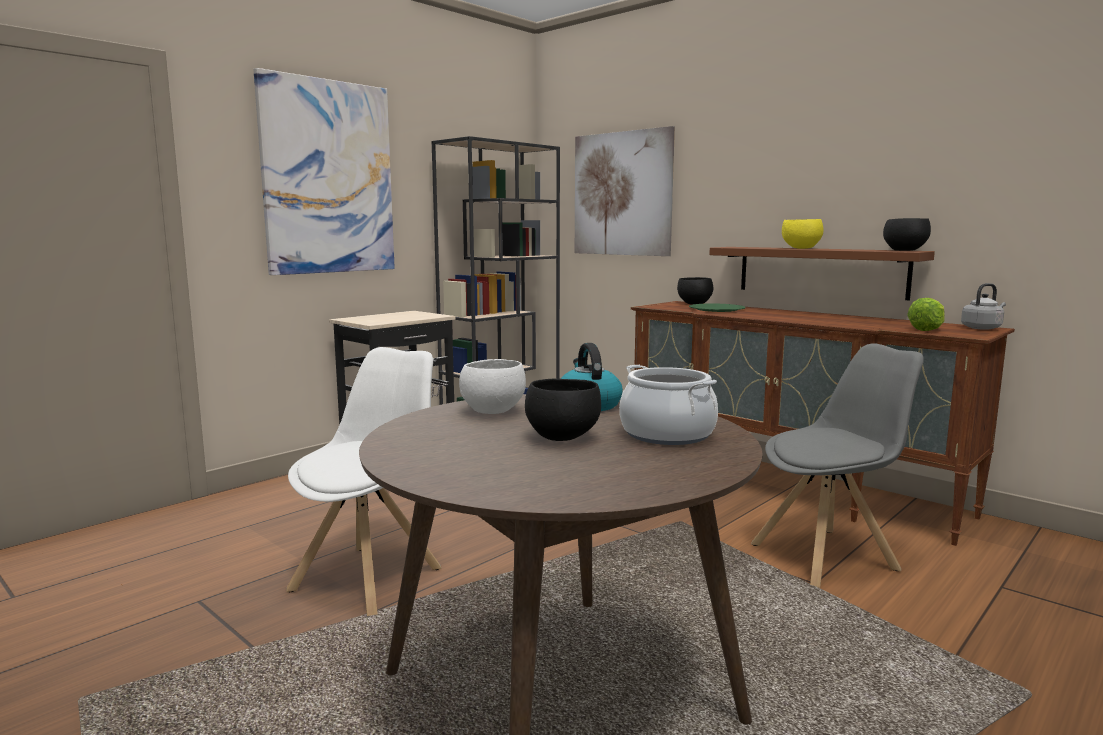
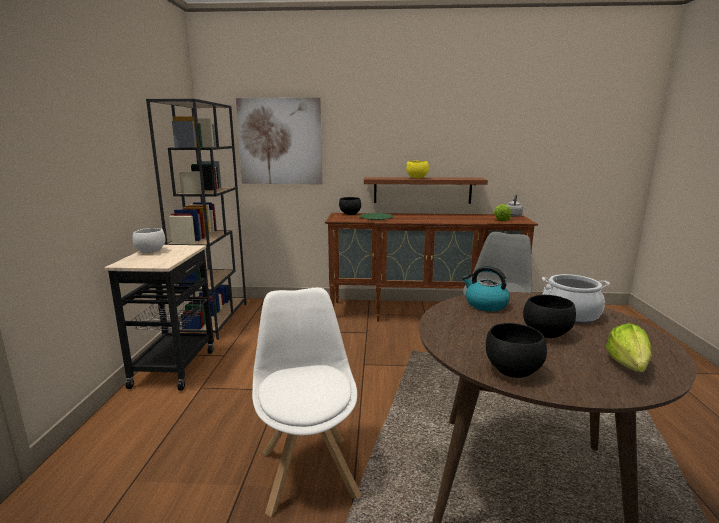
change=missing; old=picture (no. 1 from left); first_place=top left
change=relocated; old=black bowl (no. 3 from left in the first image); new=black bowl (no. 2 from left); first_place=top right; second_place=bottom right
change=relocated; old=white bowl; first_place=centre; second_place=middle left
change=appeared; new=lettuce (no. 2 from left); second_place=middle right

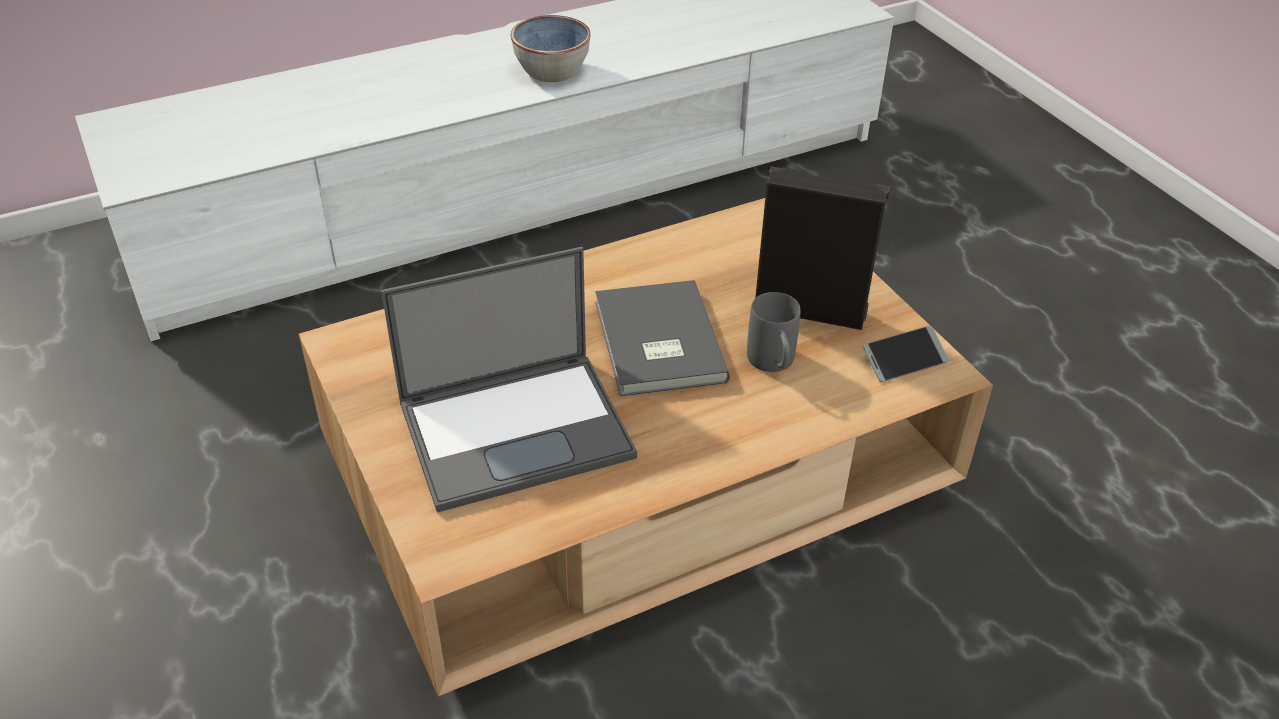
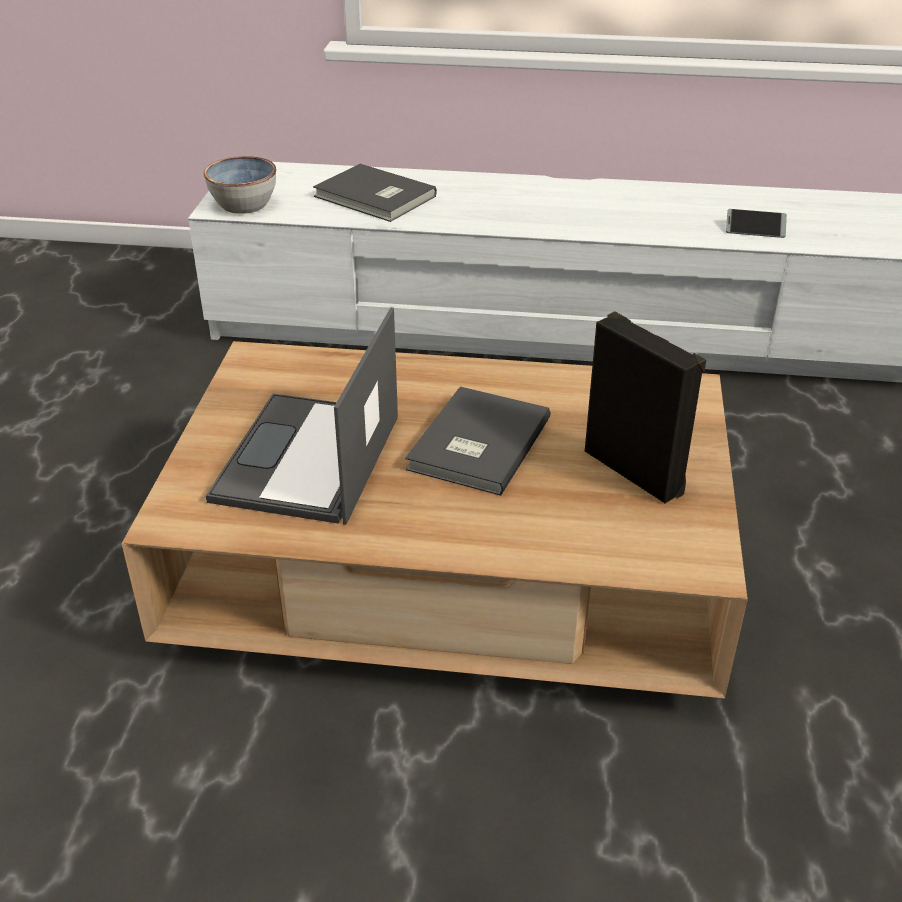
change=relocated; old=bowl; first_place=top centre; second_place=top left
change=spun; old=laptop; first_place=centre; second_place=centre; degrees=90
change=missing; old=grey mug; first_place=centre
change=relocated; old=phone; first_place=middle right; second_place=top right
change=appeared; new=grey book (no. 1 from left); second_place=top centre

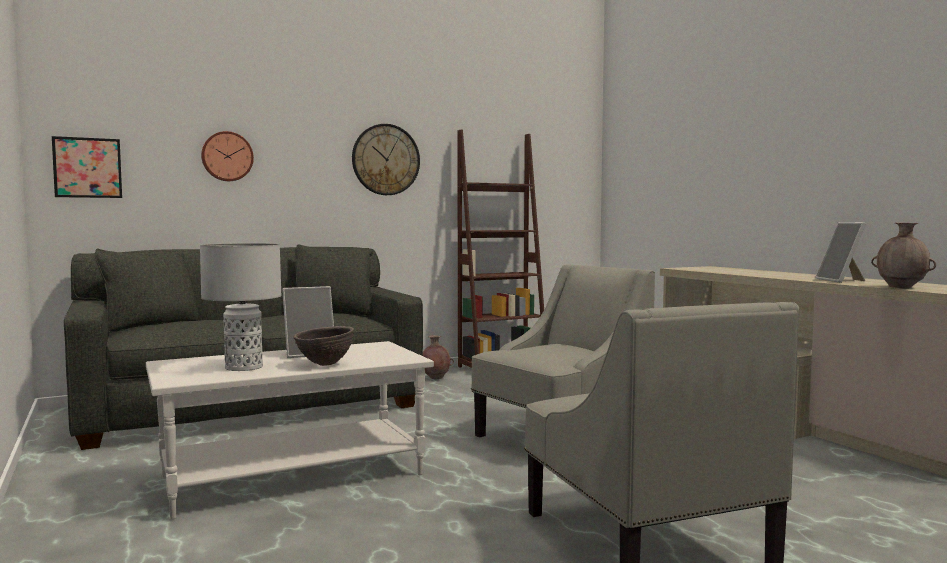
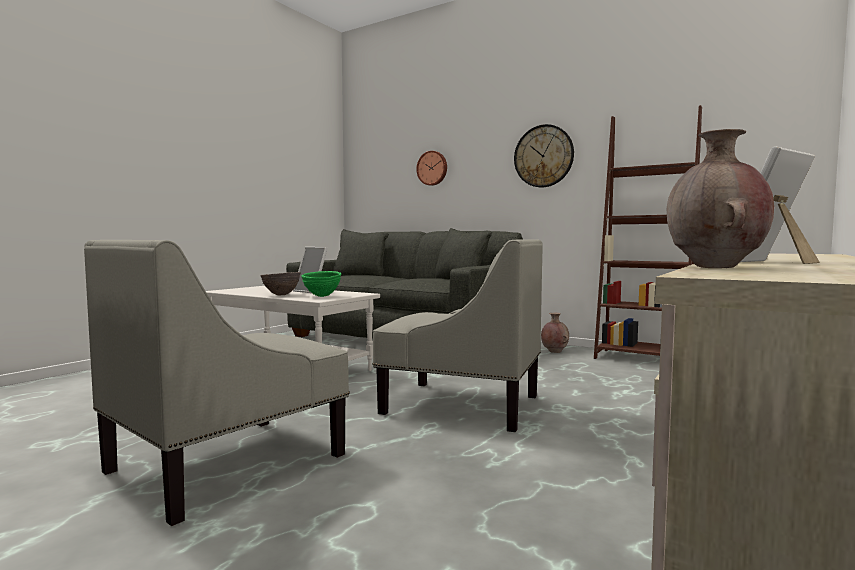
change=missing; old=picture; first_place=top left
change=missing; old=white table lamp; first_place=middle left
change=appeared; new=green bowl; second_place=centre

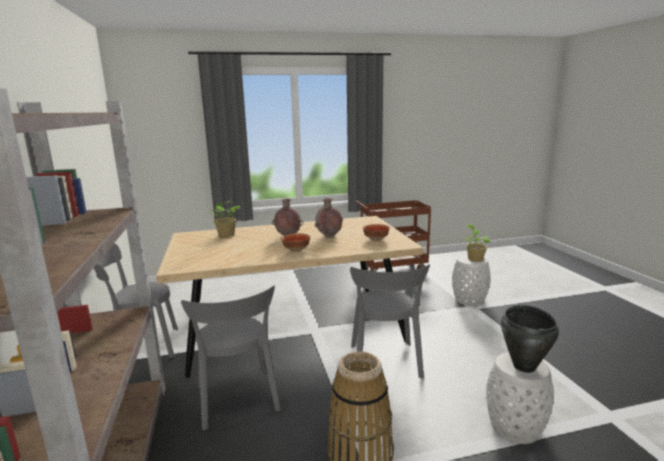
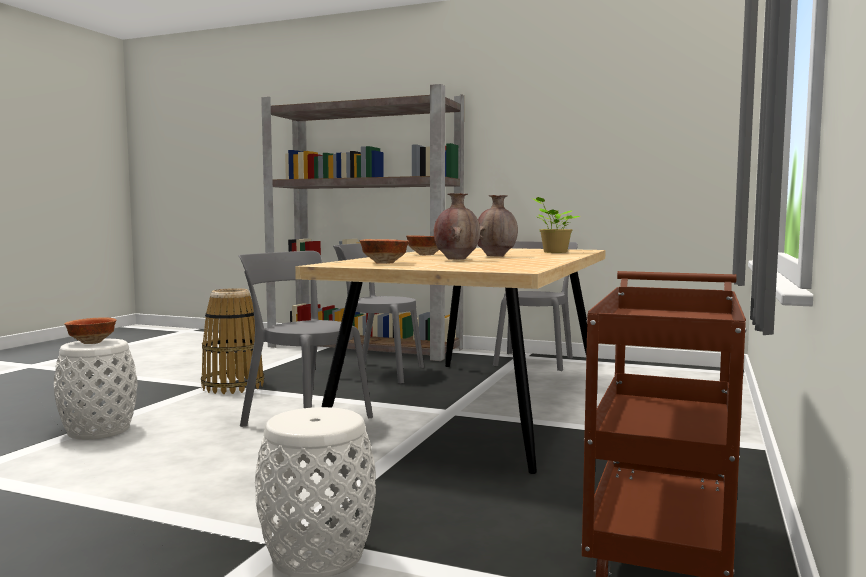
change=missing; old=potted plant (no. 2 from left); first_place=middle right
change=exchanged; old=black cooking pot; new=bowl (no. 1 from left); first_place=bottom right; second_place=middle left

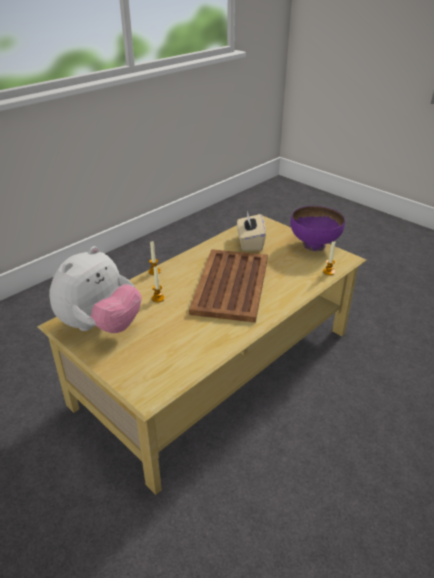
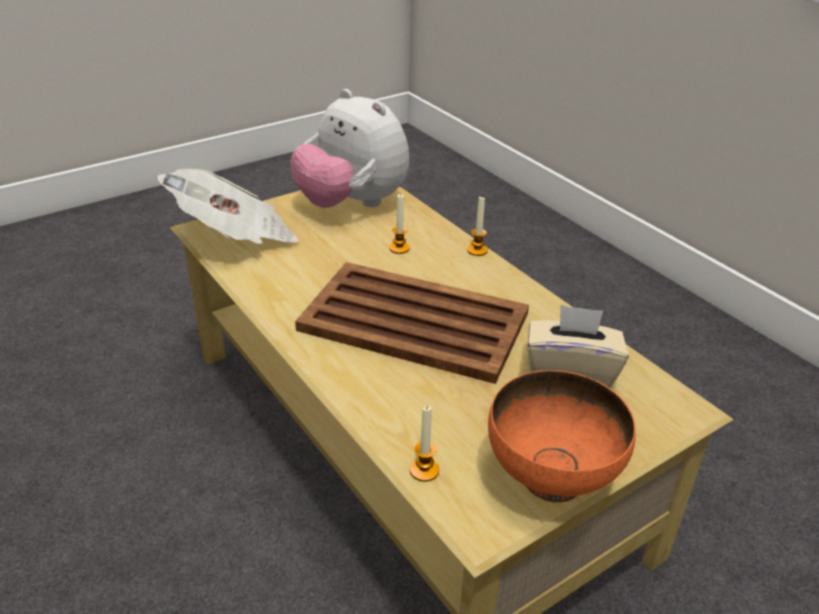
change=colour; old=purple bowl; new=orange bowl; first_place=middle right; second_place=bottom right
change=appeared; new=newspaper; second_place=middle left

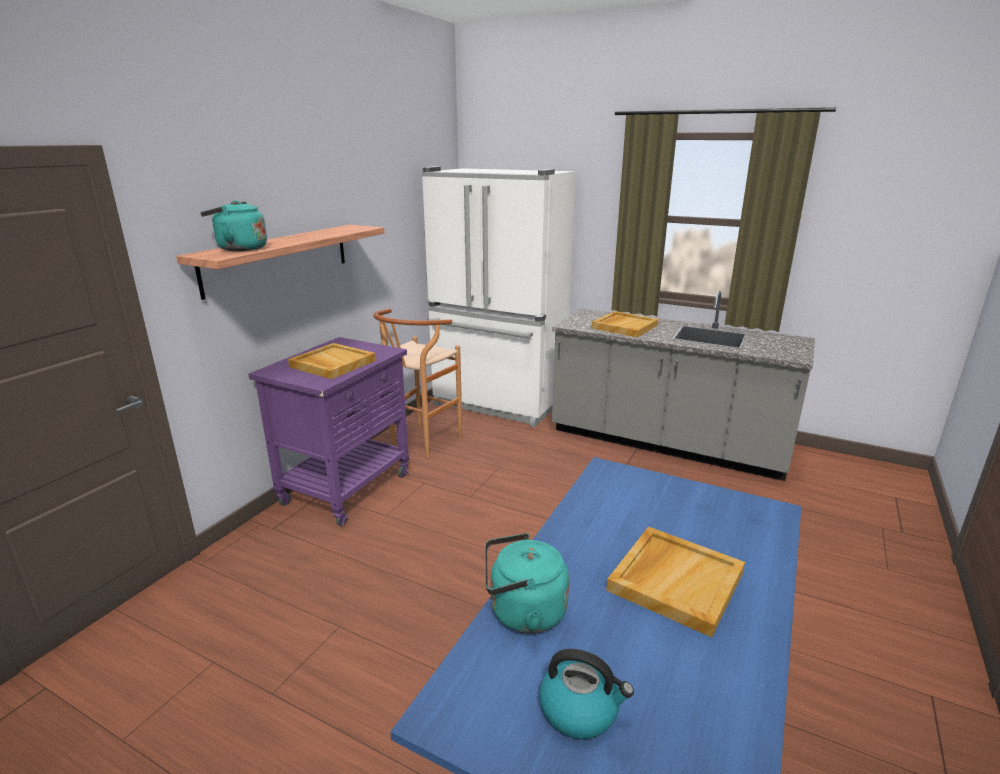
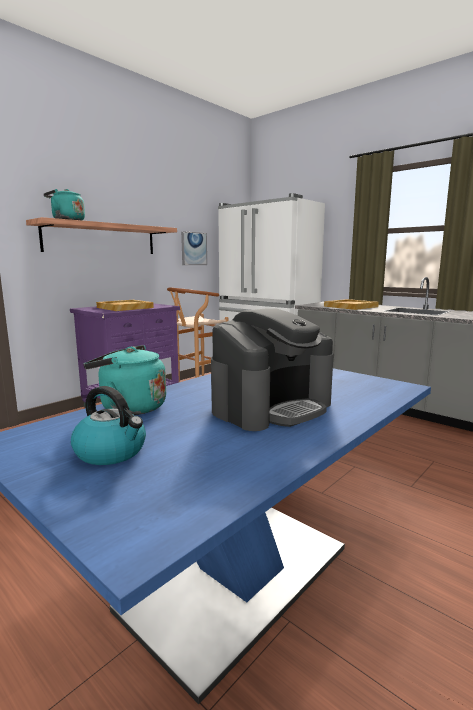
change=exchanged; old=beige tray (no. 3 from left); new=coffee machine; first_place=bottom right; second_place=centre
change=appeared; new=picture; second_place=centre

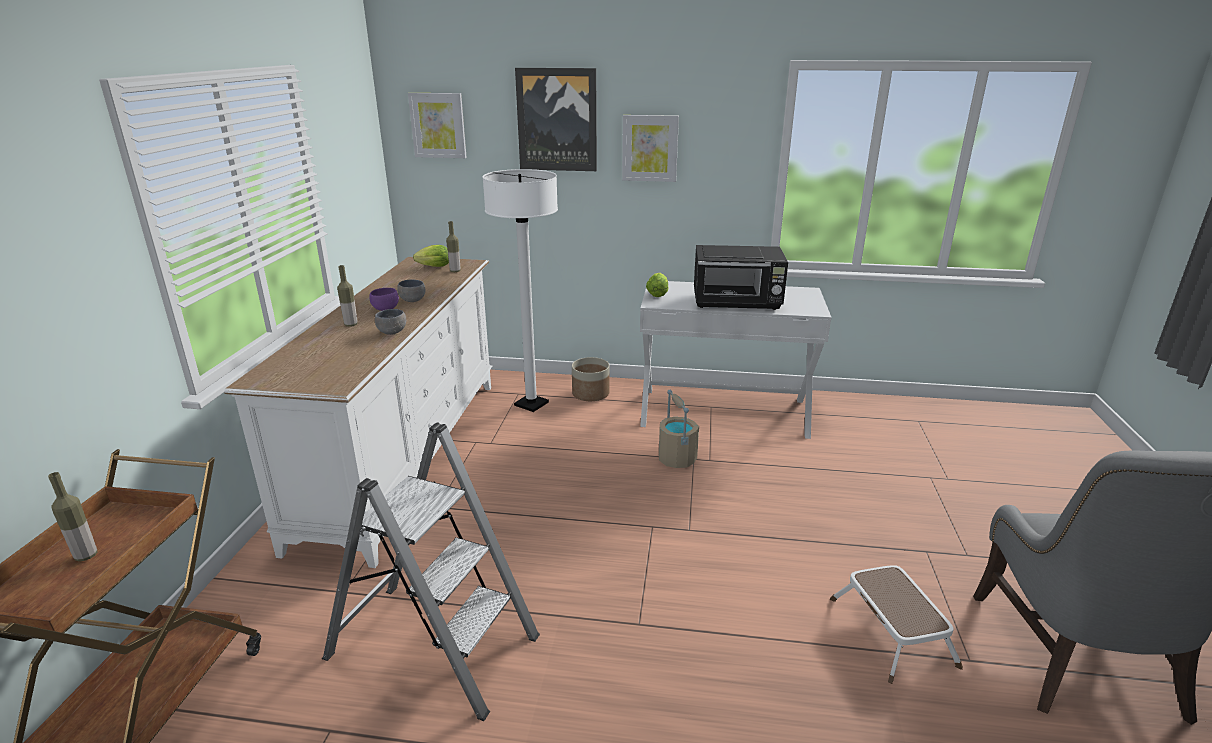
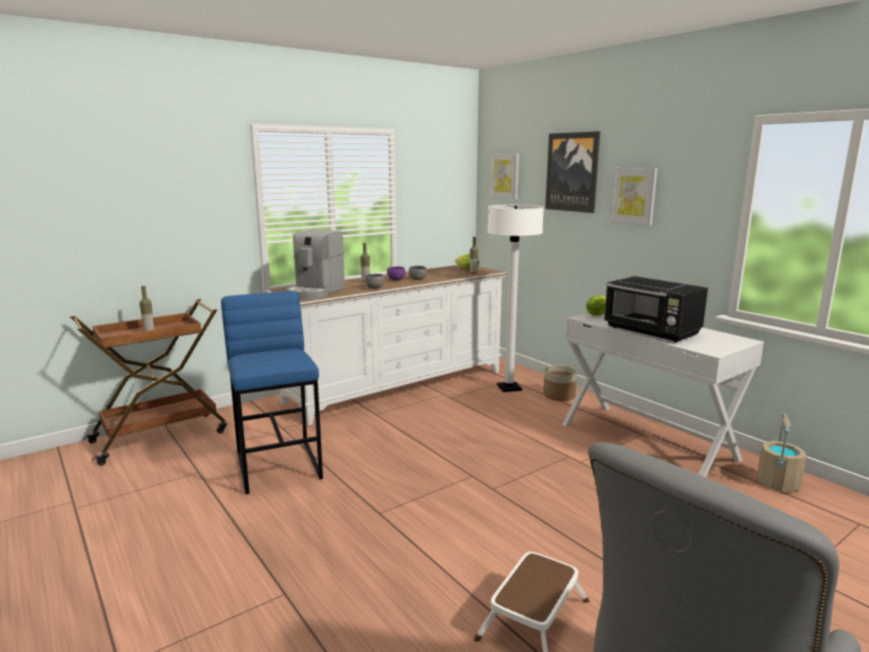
change=relocated; old=beige bucket; first_place=centre; second_place=bottom right
change=exchanged; old=grey step ladder; new=blue stool; first_place=bottom centre; second_place=middle left
change=appeared; new=coffee machine; second_place=centre

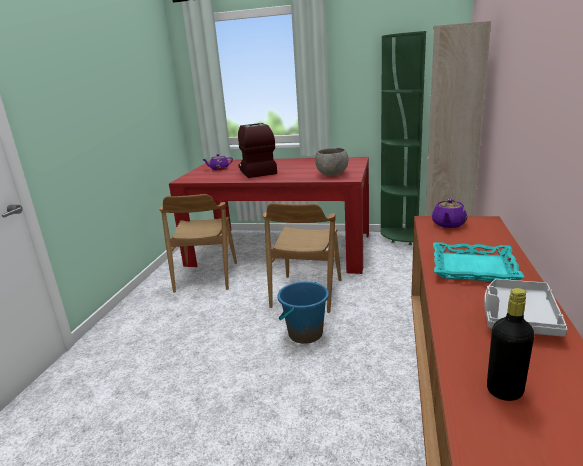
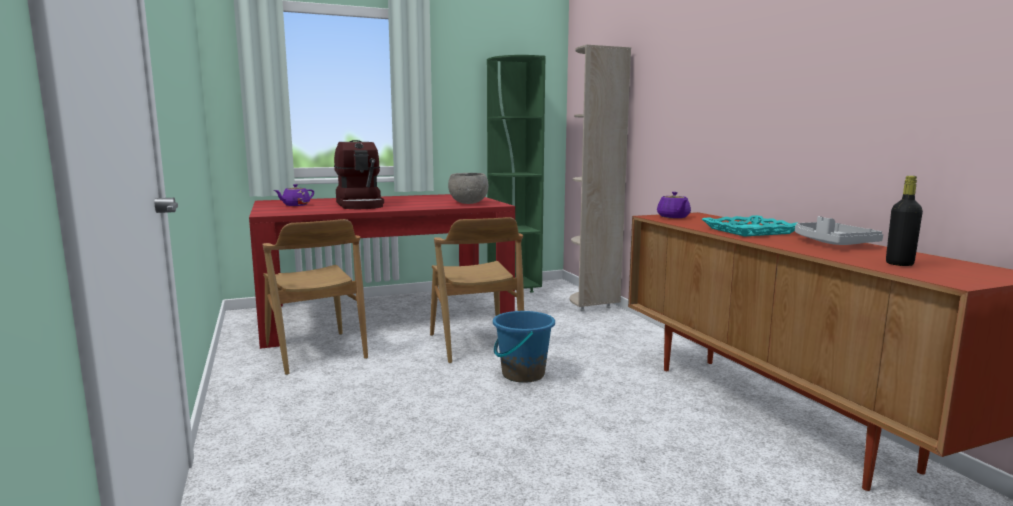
change=spun; old=coffee machine; first_place=top centre; second_place=centre; degrees=-150

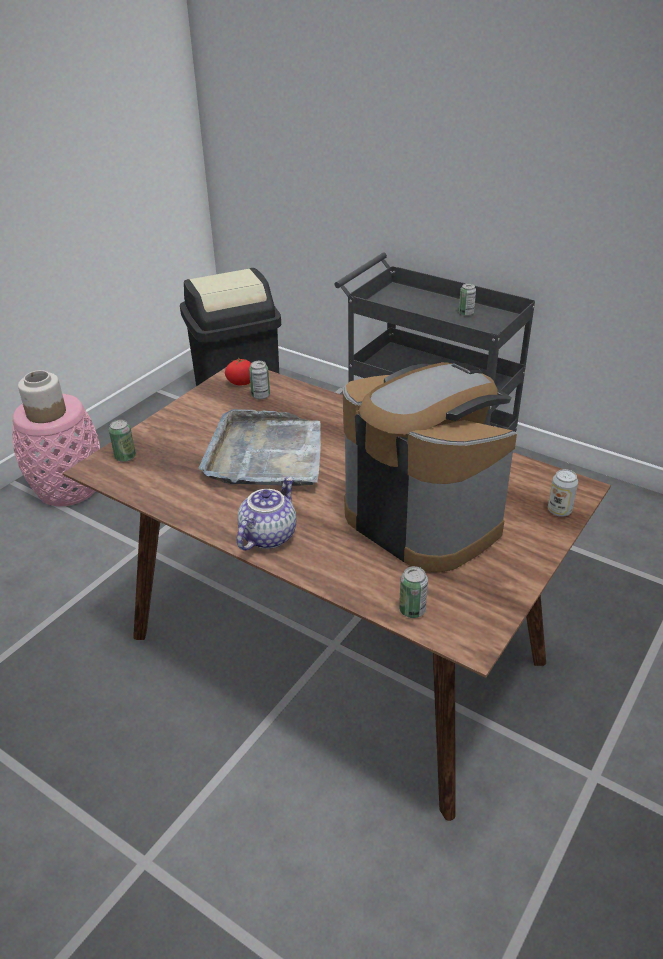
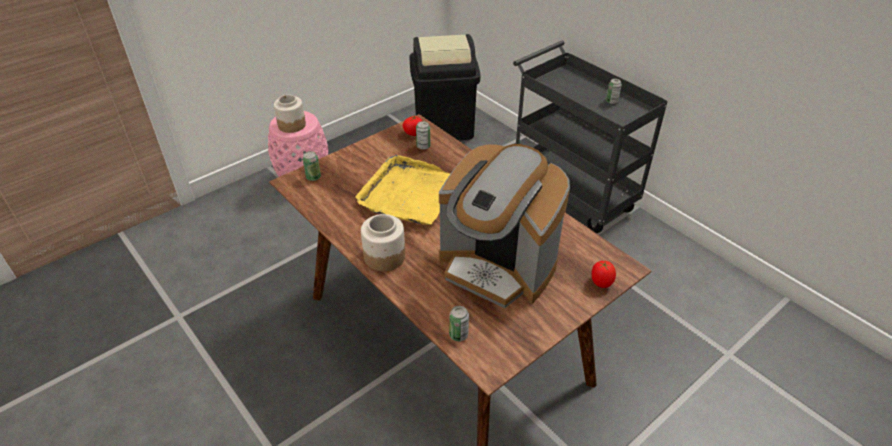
change=spun; old=coffee machine; first_place=centre; second_place=centre; degrees=150
change=colour; old=grey tray; new=yellow tray; first_place=centre; second_place=centre
change=exchanged; old=can (no. 5 from left); new=tomato (no. 2 from left); first_place=middle right; second_place=middle right
change=exchanged; old=teapot; new=jar (no. 2 from left); first_place=centre; second_place=centre

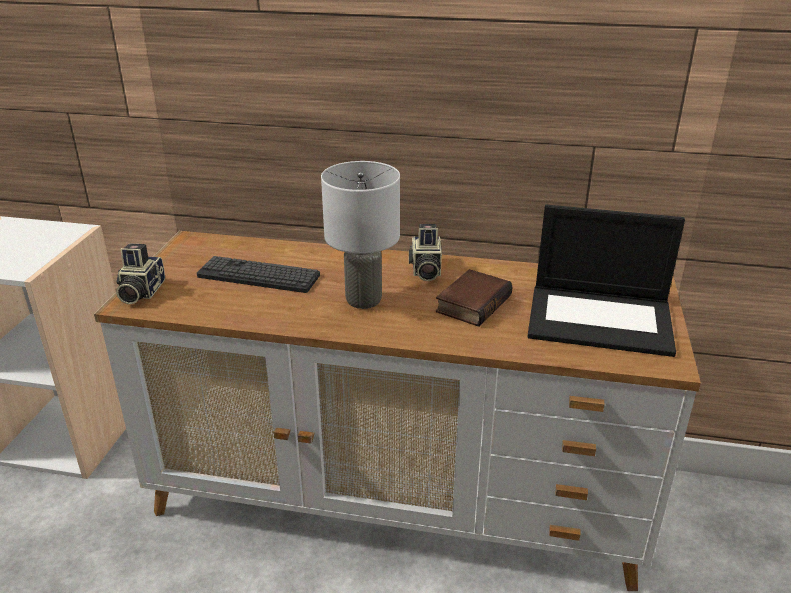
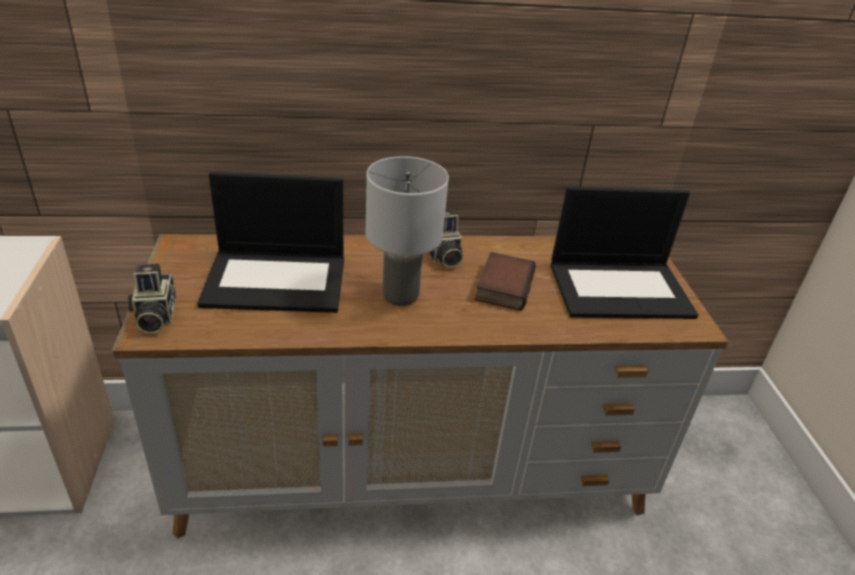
change=exchanged; old=keyboard; new=laptop (no. 1 from left); first_place=middle left; second_place=middle left

